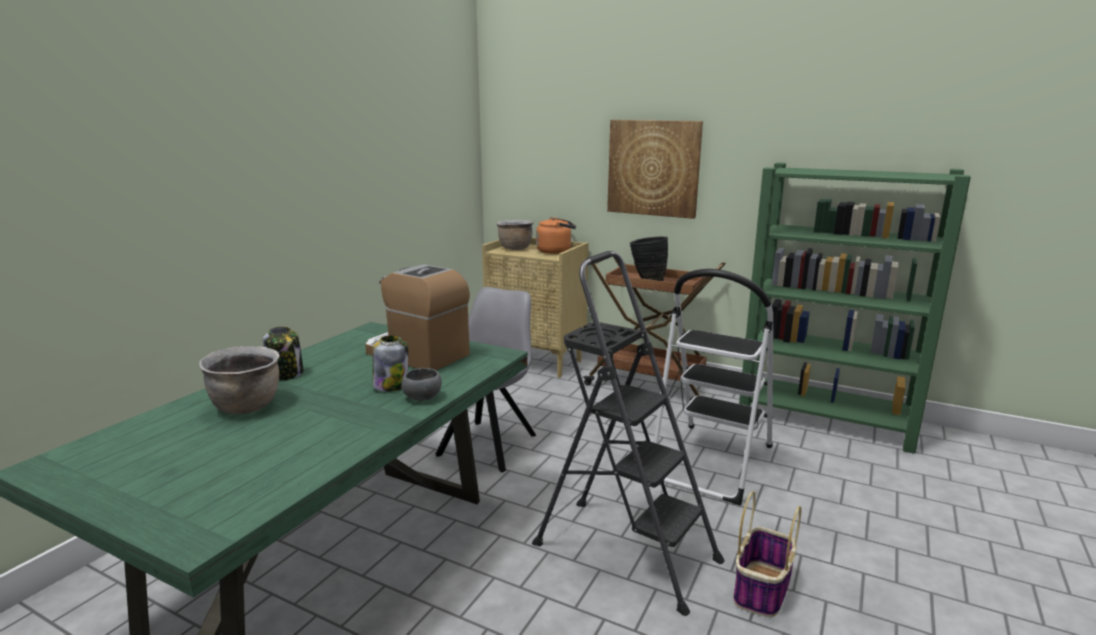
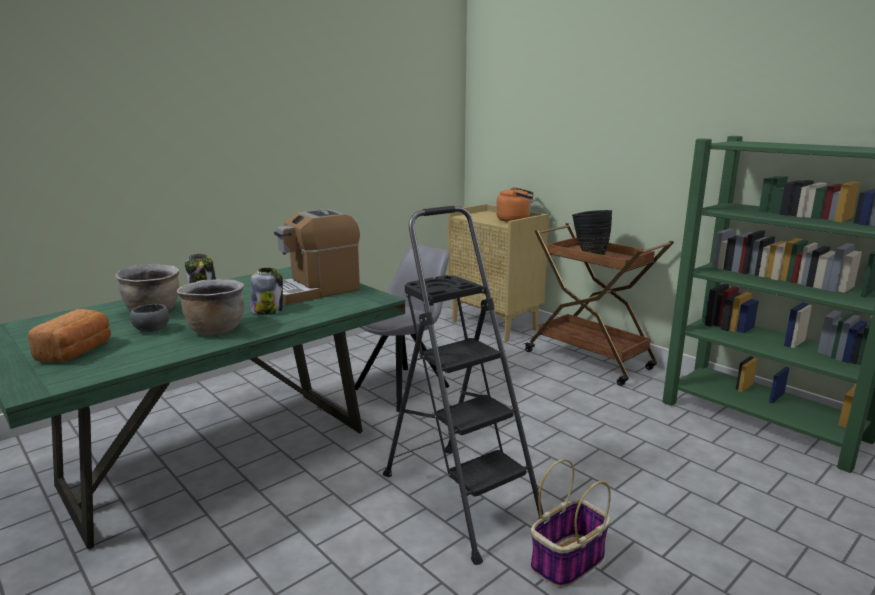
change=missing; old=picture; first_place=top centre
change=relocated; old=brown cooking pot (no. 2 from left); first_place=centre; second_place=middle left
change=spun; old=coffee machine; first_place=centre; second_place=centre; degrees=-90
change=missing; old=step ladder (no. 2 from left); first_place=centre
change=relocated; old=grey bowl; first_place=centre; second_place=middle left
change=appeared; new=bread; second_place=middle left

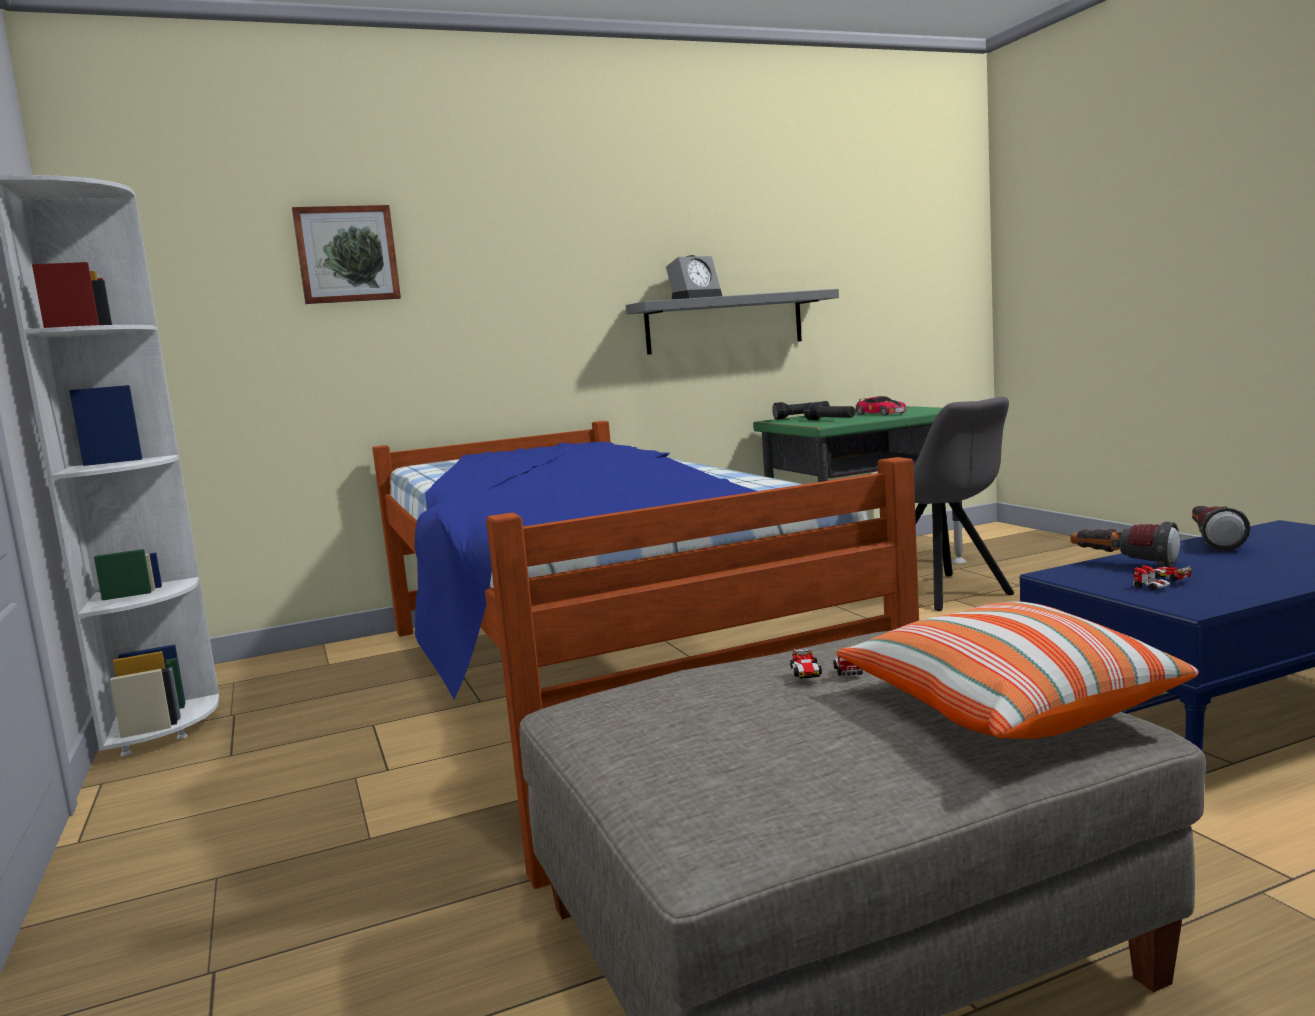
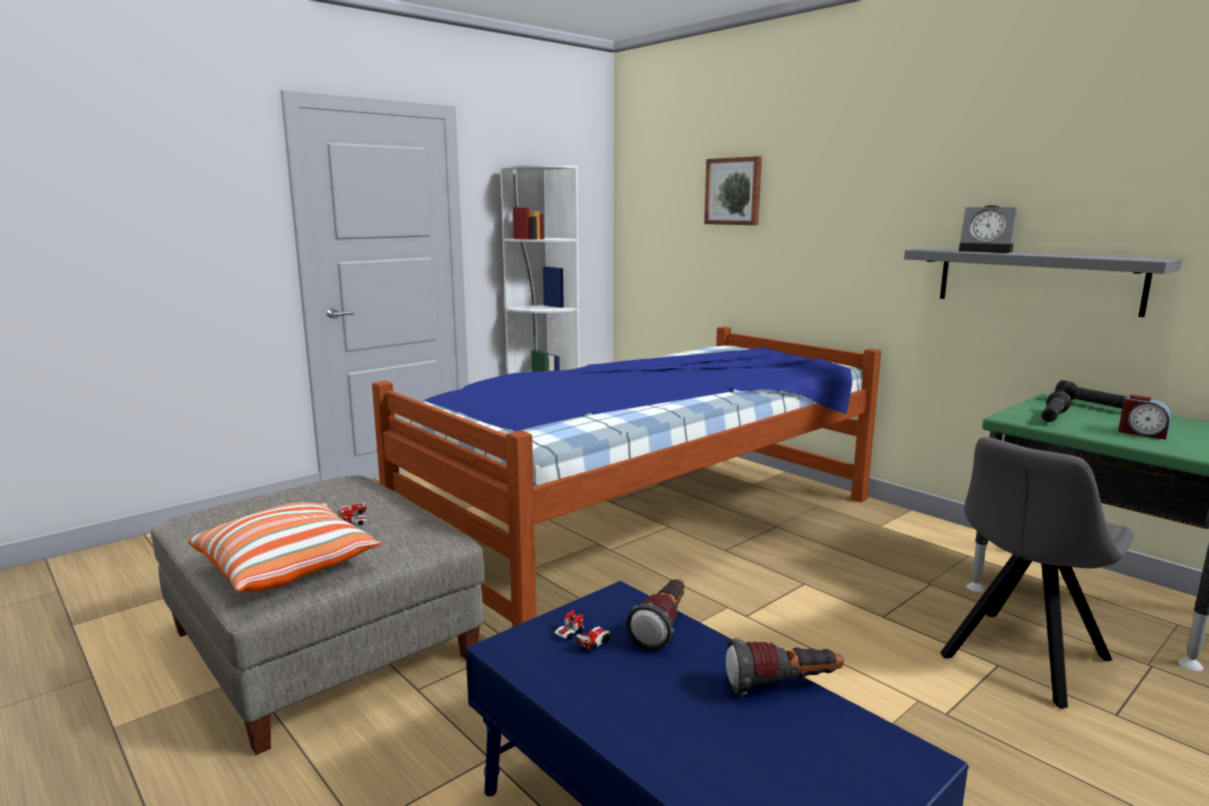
change=exchanged; old=toy car (no. 2 from left); new=alarm clock (no. 2 from left); first_place=middle right; second_place=middle right

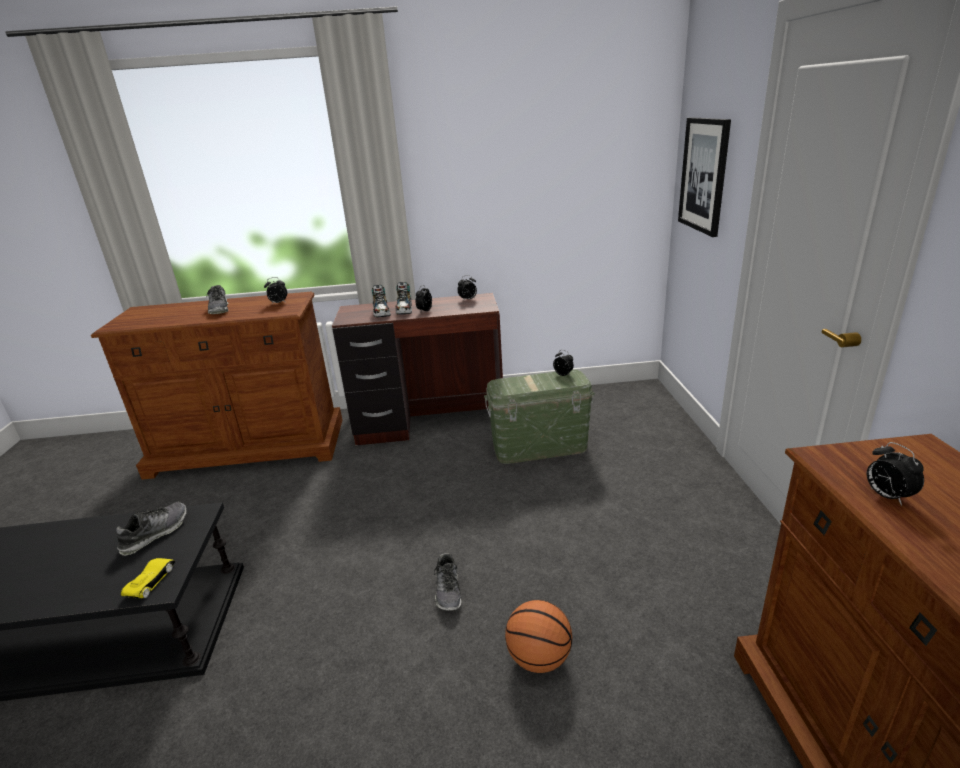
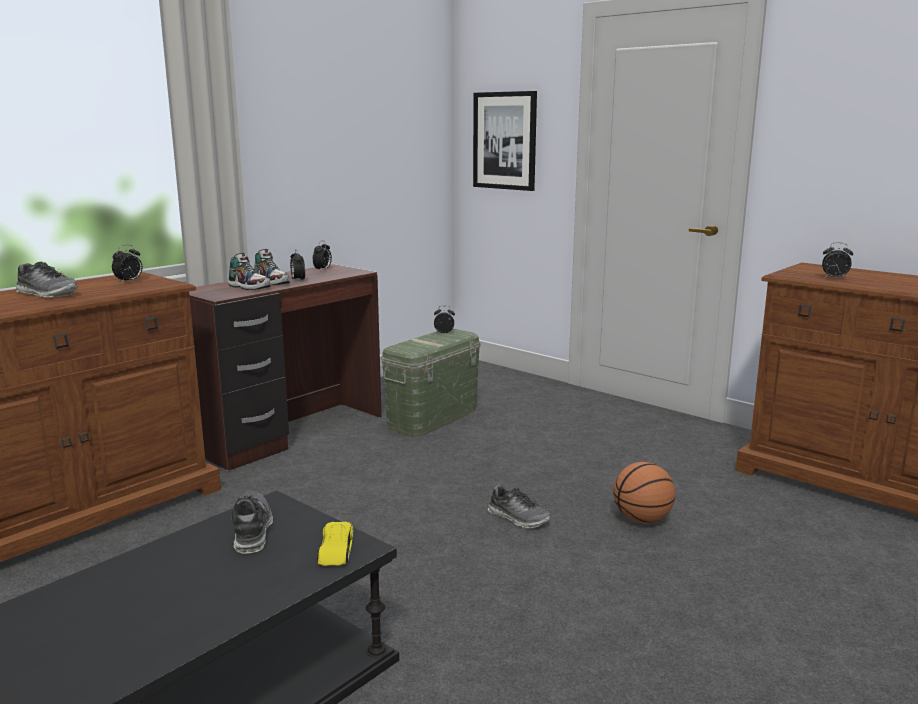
change=spun; old=yellow toy car; first_place=bottom left; second_place=bottom centre; degrees=-150

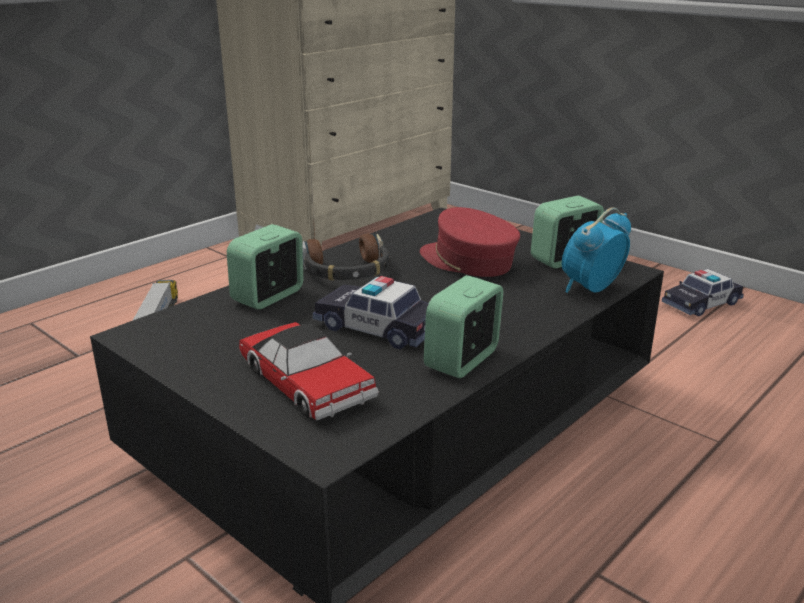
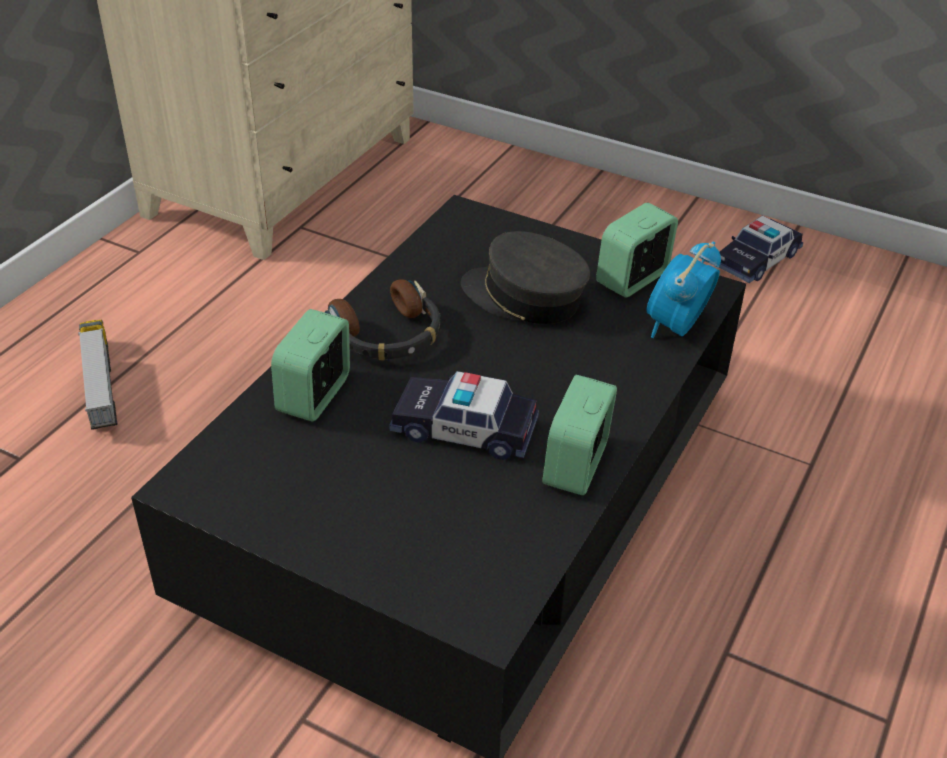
change=colour; old=red cap; new=grey cap; first_place=centre; second_place=centre
change=missing; old=toy car (no. 1 from left); first_place=centre

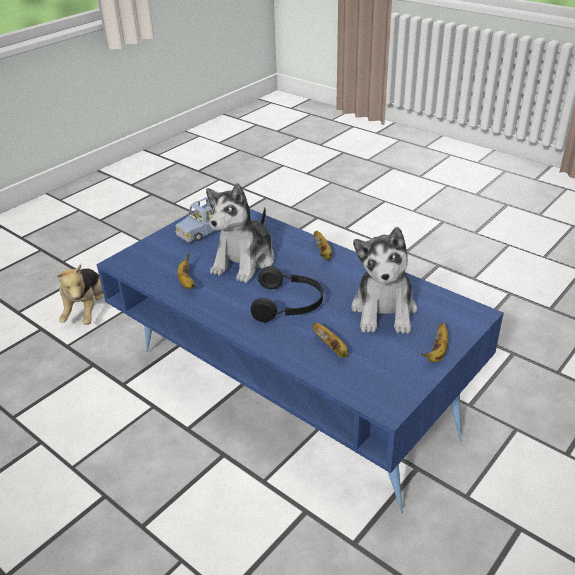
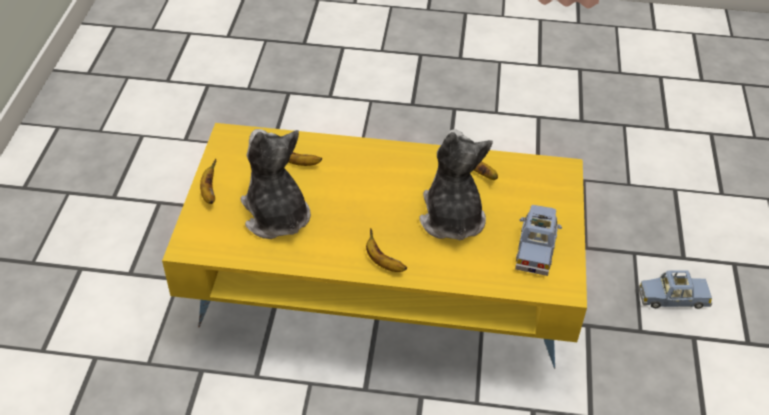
change=colour; old=blue coffee table; new=yellow coffee table; first_place=centre; second_place=centre
change=exchanged; old=plush toy (no. 1 from left); new=blue toy car (no. 2 from left); first_place=middle left; second_place=bottom right
change=missing; old=black headphones; first_place=centre

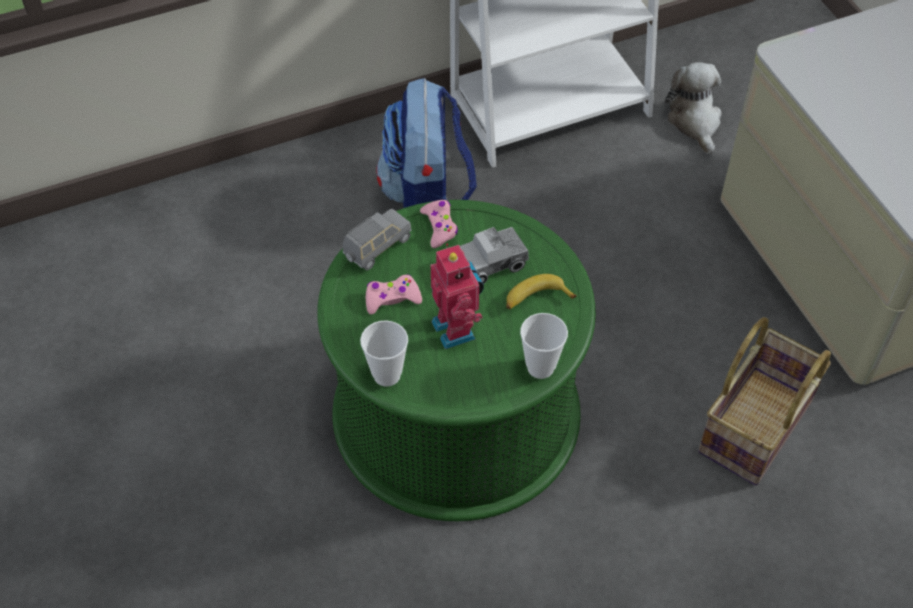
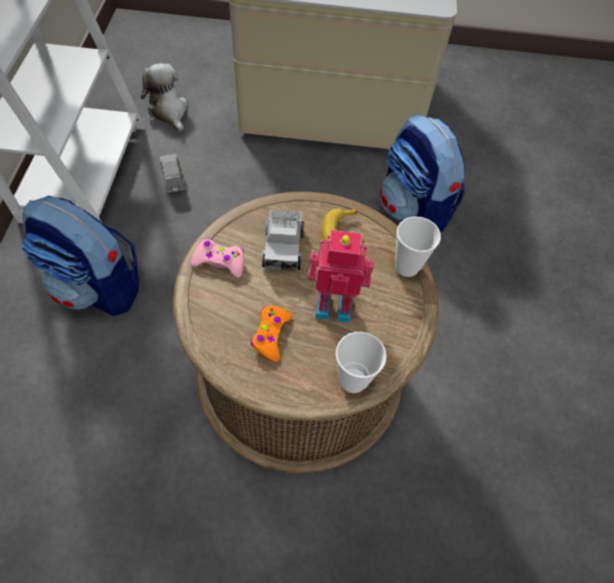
change=spun; old=plush toy; first_place=top right; second_place=top left; degrees=45
change=colour; old=green coffee table; new=brown coffee table; first_place=centre; second_place=centre
change=relocated; old=grey toy car; first_place=centre; second_place=top left
change=colour; old=pink game controller (no. 1 from left); new=orange game controller; first_place=centre; second_place=centre
change=exchanged; old=basket; new=backpack (no. 2 from left); first_place=middle right; second_place=top right

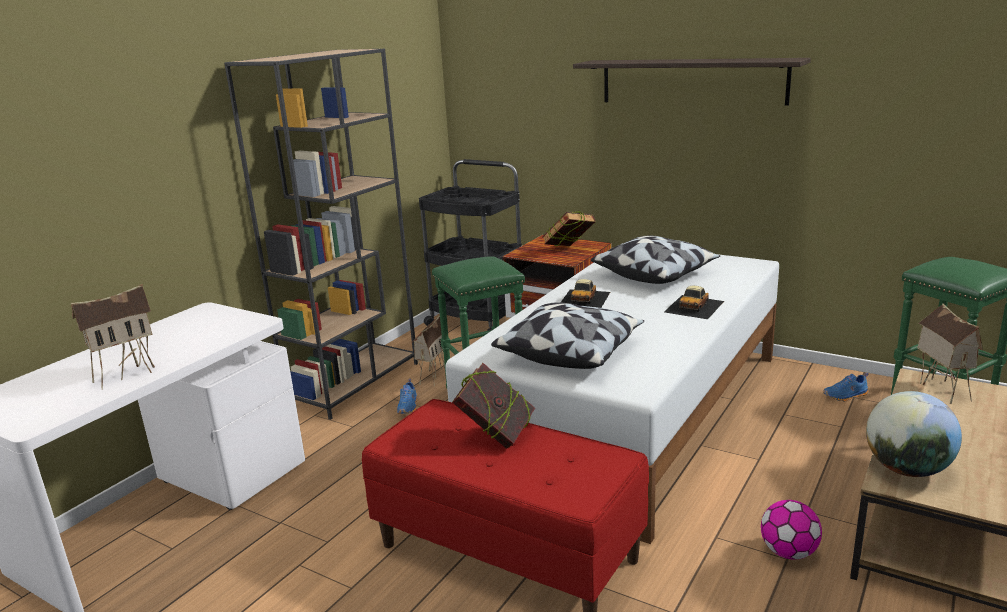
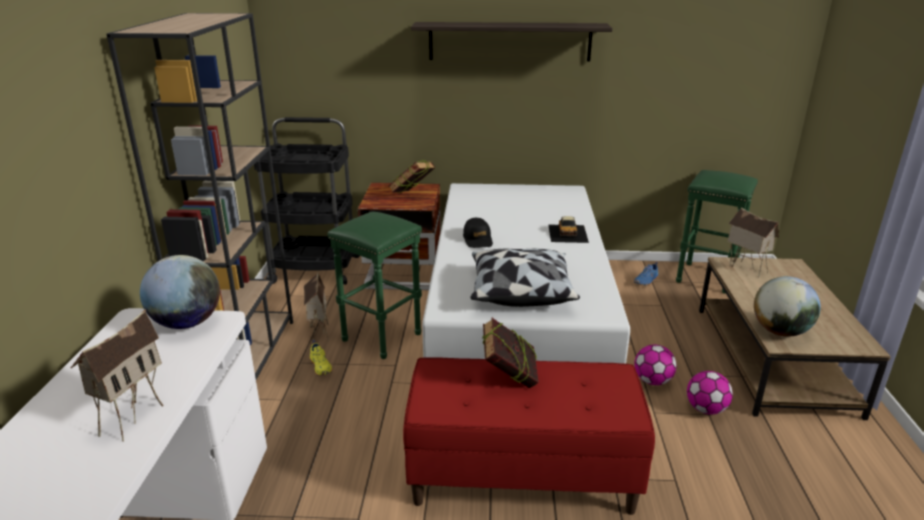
change=missing; old=pillow (no. 2 from left); first_place=centre
change=exchanged; old=toy car (no. 1 from left); new=black cap; first_place=centre; second_place=centre
change=colour; old=blue shoe (no. 1 from left); new=yellow shoe; first_place=centre; second_place=bottom centre
change=appeared; new=globe (no. 1 from left); second_place=middle left
change=appeared; new=football (no. 1 from left); second_place=bottom right

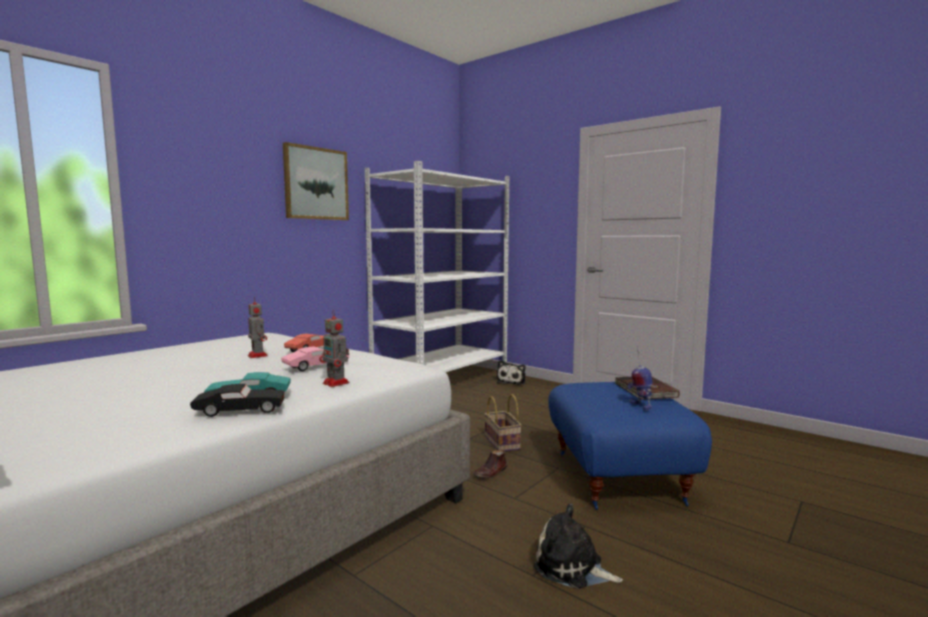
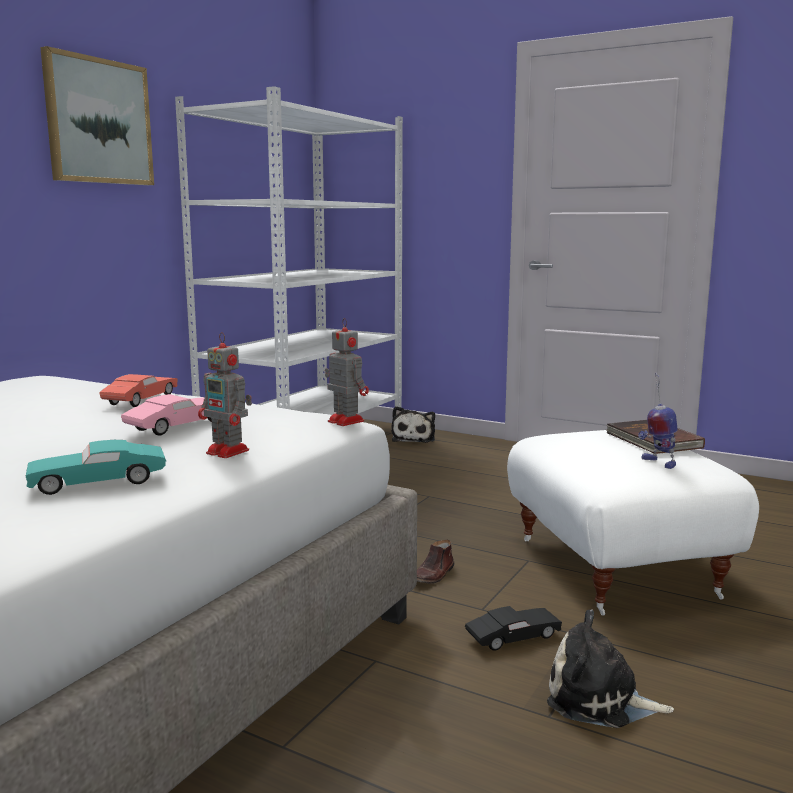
change=relocated; old=toy robot (no. 1 from left in the first image); new=toy robot (no. 2 from left); first_place=middle left; second_place=centre
change=colour; old=blue ottoman; new=white ottoman; first_place=bottom right; second_place=middle right
change=relocated; old=black toy car; first_place=middle left; second_place=bottom centre
change=missing; old=basket; first_place=bottom centre

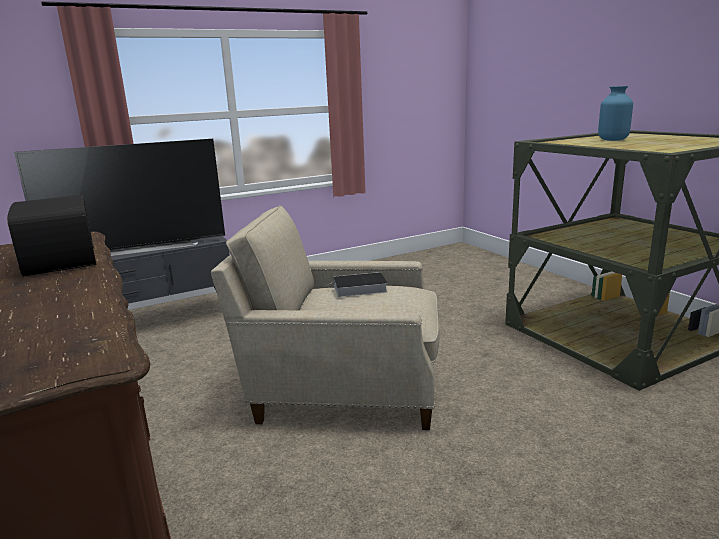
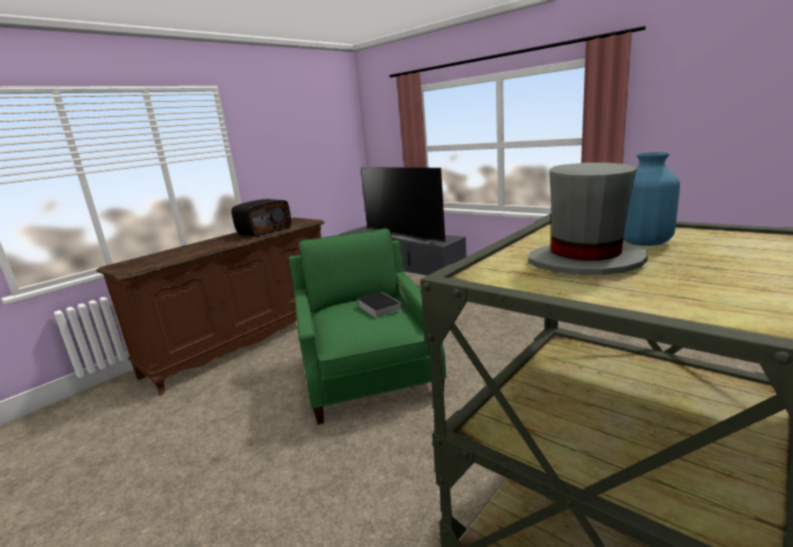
change=colour; old=beige armchair; new=green armchair; first_place=centre; second_place=centre
change=appeared; new=grey hat; second_place=middle right

